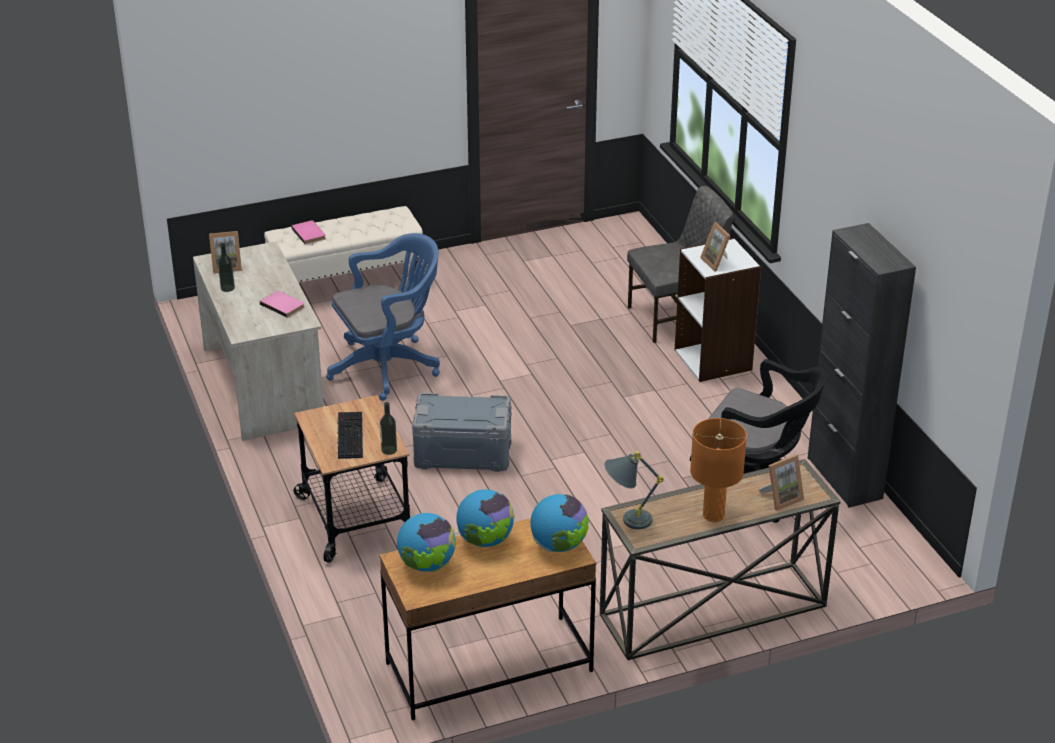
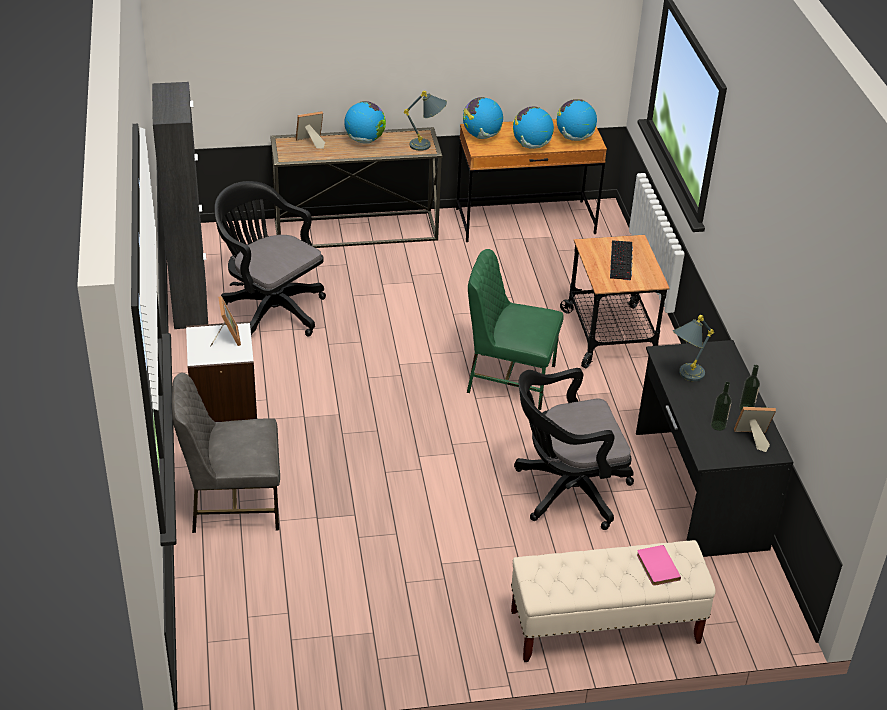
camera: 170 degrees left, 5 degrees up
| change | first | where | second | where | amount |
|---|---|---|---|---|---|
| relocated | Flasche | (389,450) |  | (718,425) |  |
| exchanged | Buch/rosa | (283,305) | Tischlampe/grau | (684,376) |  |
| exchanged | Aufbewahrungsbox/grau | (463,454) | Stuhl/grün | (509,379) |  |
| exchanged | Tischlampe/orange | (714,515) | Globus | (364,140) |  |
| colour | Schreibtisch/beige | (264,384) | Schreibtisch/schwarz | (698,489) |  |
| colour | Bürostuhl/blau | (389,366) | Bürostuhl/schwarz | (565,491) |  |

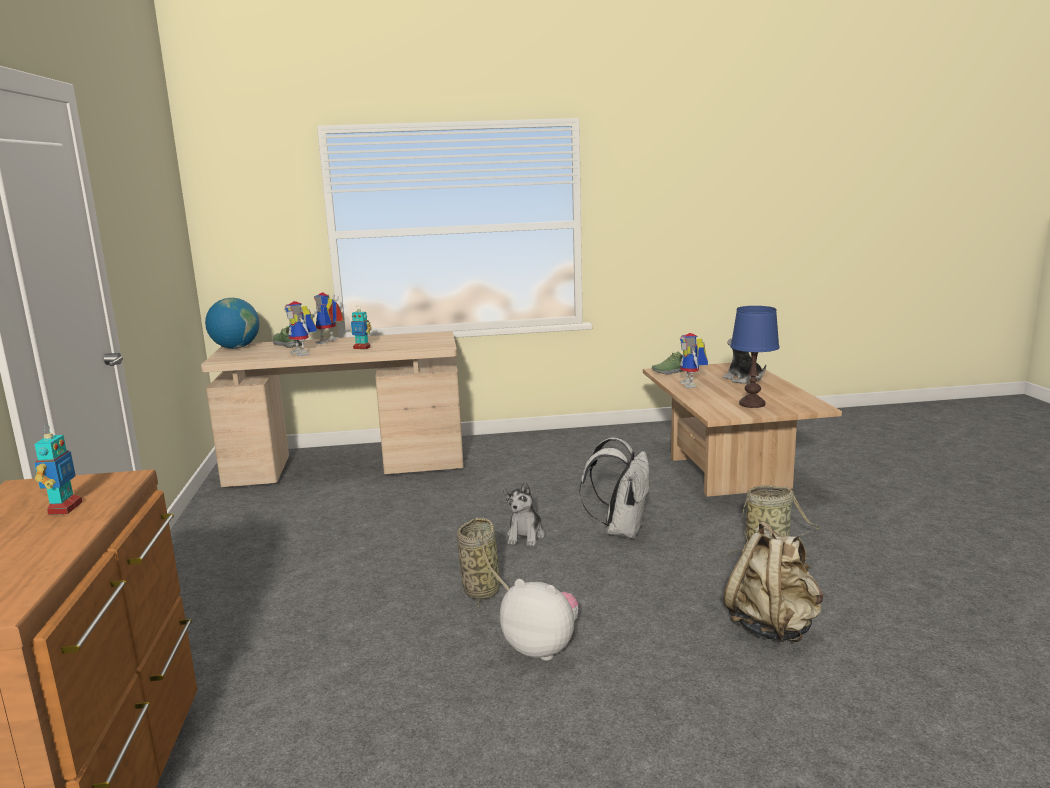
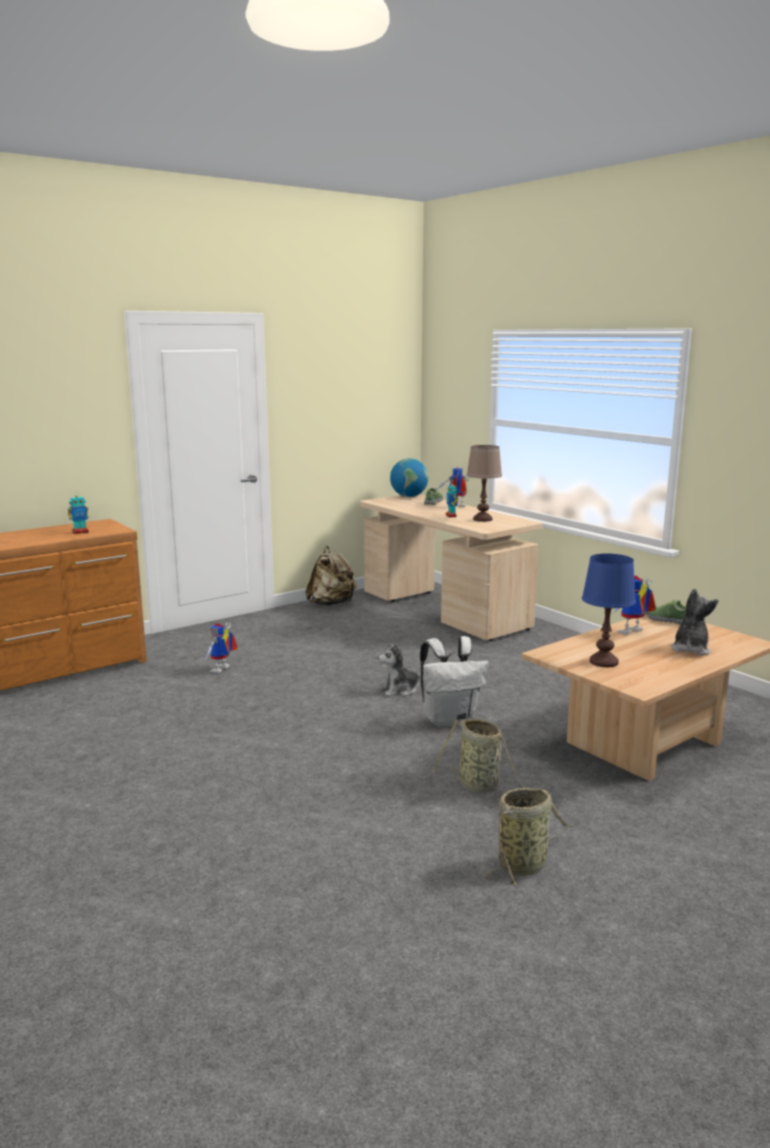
camera: 60 degrees right, 0 degrees up
| change | first | where | second | where | amount |
|---|---|---|---|---|---|
| missing | Plüschtier | (542,648) |  |  |  |
| appeared |  |  | Tischlampe/braun | (483,519) |  |
| relocated | Spielzeugroboter | (303,353) |  | (222,670) |  |
| relocated | Korb | (481,589) |  | (525,864) |  |
| relocated | Rucksack/beige | (773,627) |  | (332,604) |  |

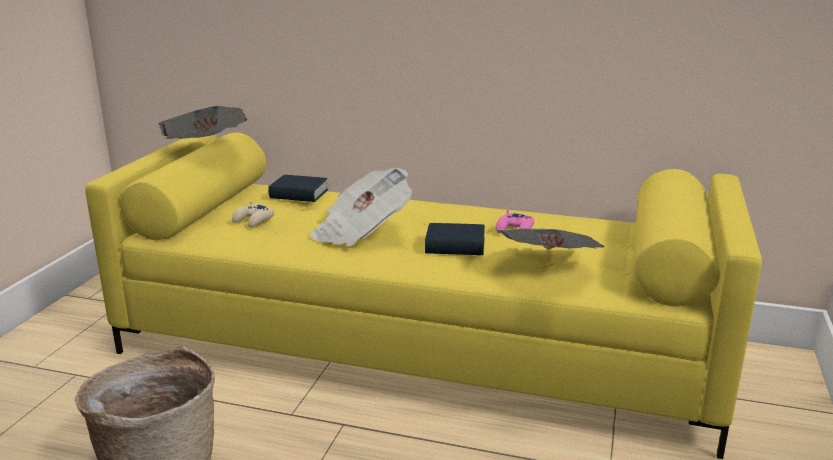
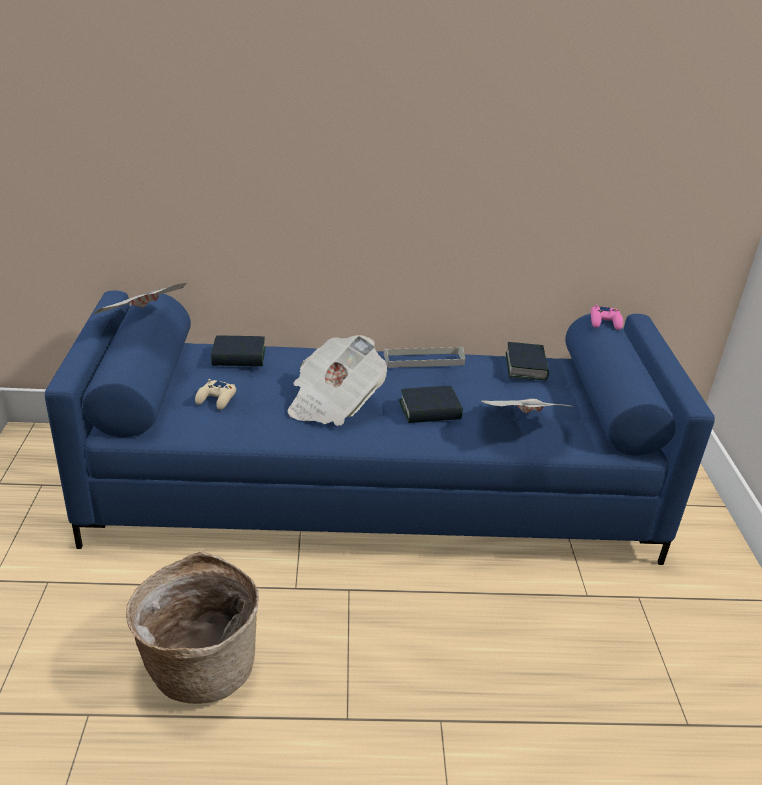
camera: 20 degrees left, 10 degrees up
| change | first | where | second | where | amount |
|---|---|---|---|---|---|
| appeared |  |  | Tablett/grau | (423,360) |  |
| appeared |  |  | Buch | (526,366) |  |
| relocated | Gamepad/rosa | (515,229) |  | (605,322) |  |
| colour | Sofa/gelb | (419,347) | Sofa/blau | (375,493) |  |

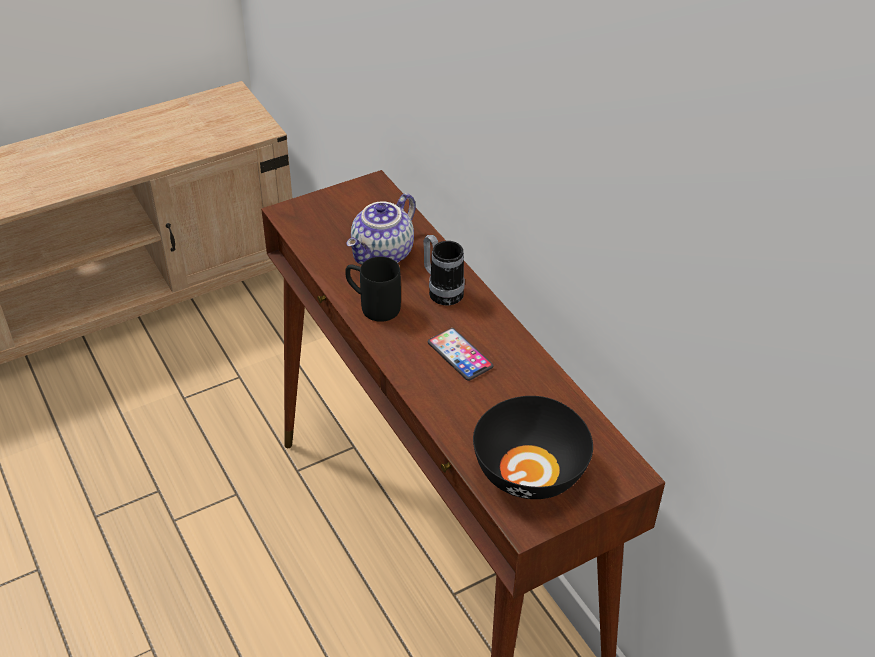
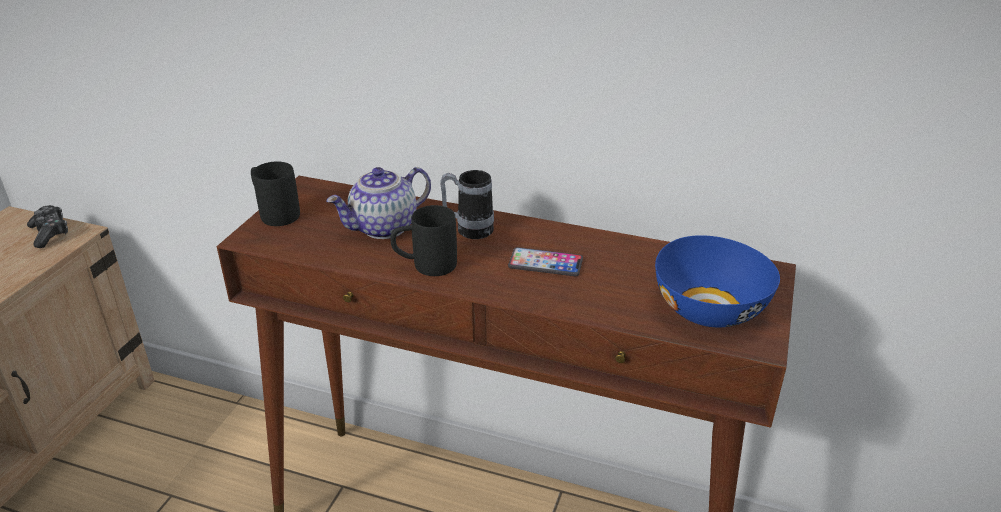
camera: 40 degrees left, 10 degrees down
| change | first | where | second | where | amount |
|---|---|---|---|---|---|
| appeared |  |  | Gamepad | (50,233) |  |
| appeared |  |  | Henkelbecher/schwarz | (274,213) |  |
| colour | Schüssel/schwarz | (530,473) | Schüssel/blau | (711,310) |  |
| spun | Teekanne | (383,255) |  | (384,228) | 60 degrees clockwise |

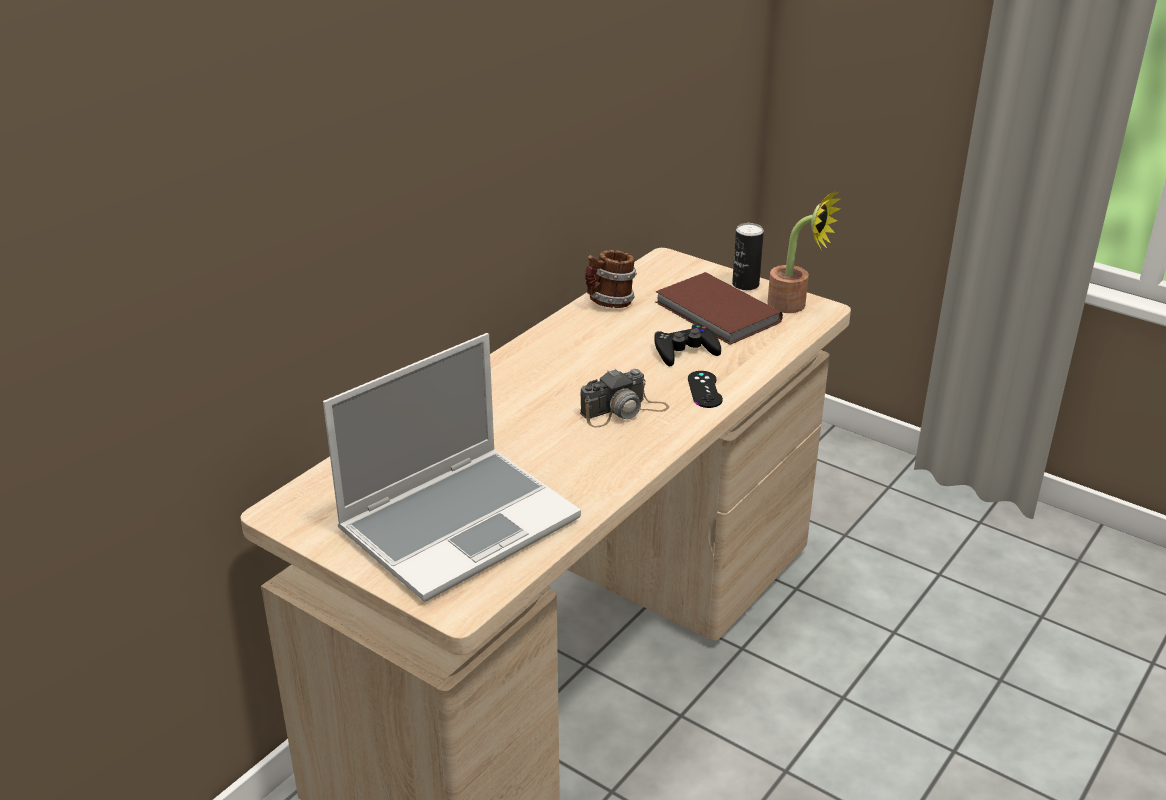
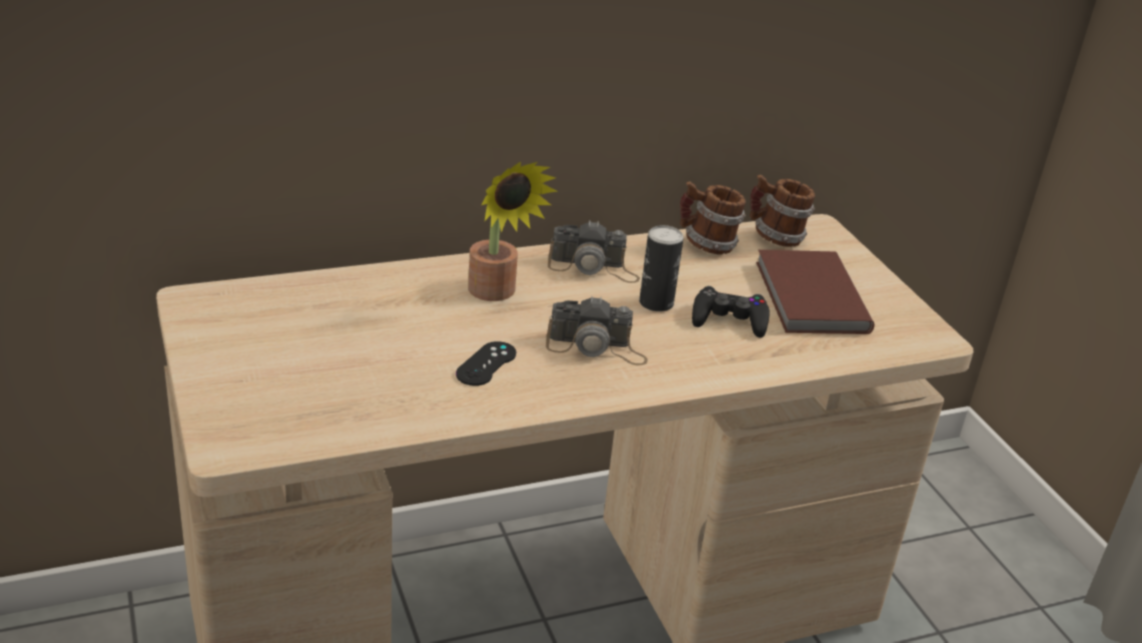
camera: 30 degrees right, 0 degrees up
| change | first | where | second | where | amount |
|---|---|---|---|---|---|
| missing | Laptop | (460,523) |  |  |  |
| appeared |  |  | Kamera | (593,268) |  |
| appeared |  |  | Henkelbecher | (775,238) |  |
| relocated | Gamepad/schwarz | (704,389) |  | (486,364) |  |
| relocated | Dose | (745,284) |  | (656,303) |  |
| relocated | Topfpflanze | (794,306) |  | (496,294) |  |

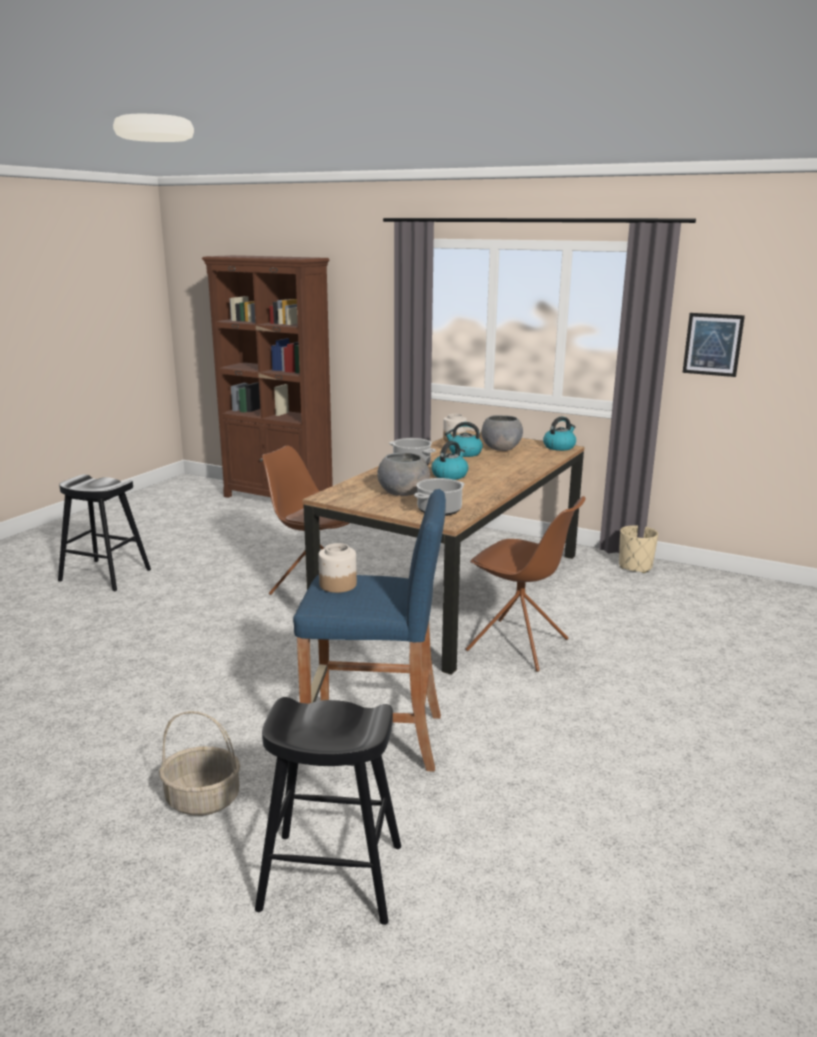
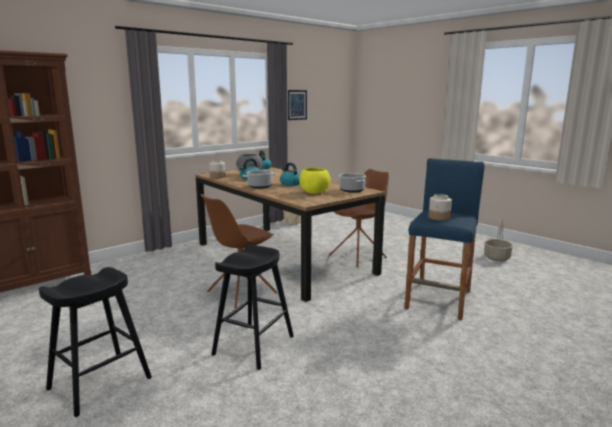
camera: 70 degrees left, 5 degrees down
| change | first | where | second | where | amount |
|---|---|---|---|---|---|
| relocated | Korb | (202,800) |  | (497,258) |  |
| relocated | Hocker/schwarz | (332,877) |  | (254,345) |  |
| colour | Schüssel/grau | (404,493) | Schüssel/gelb | (314,192) |  |

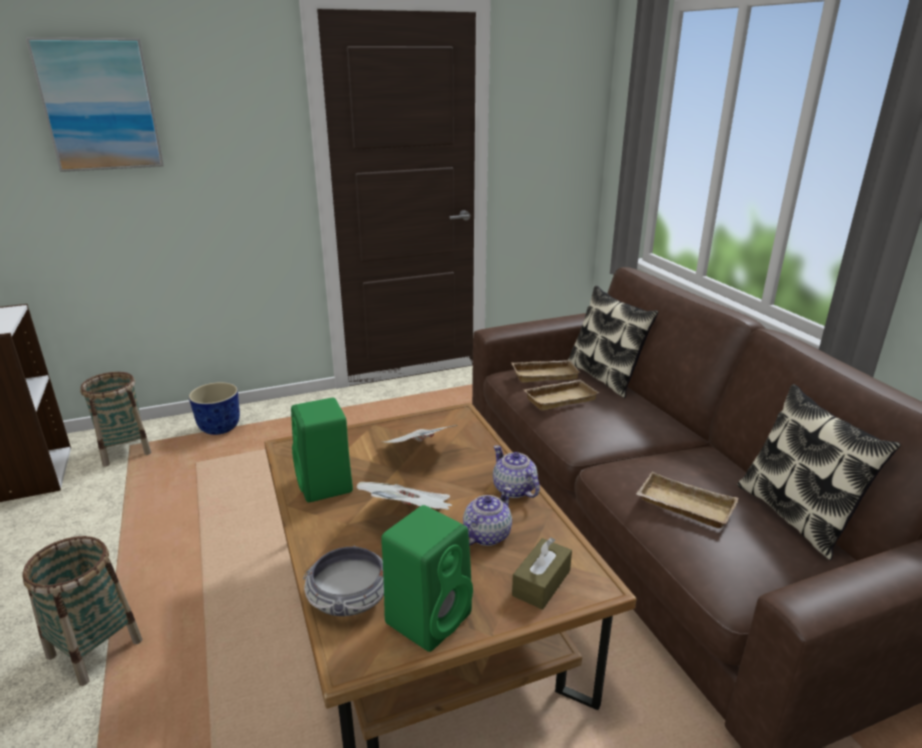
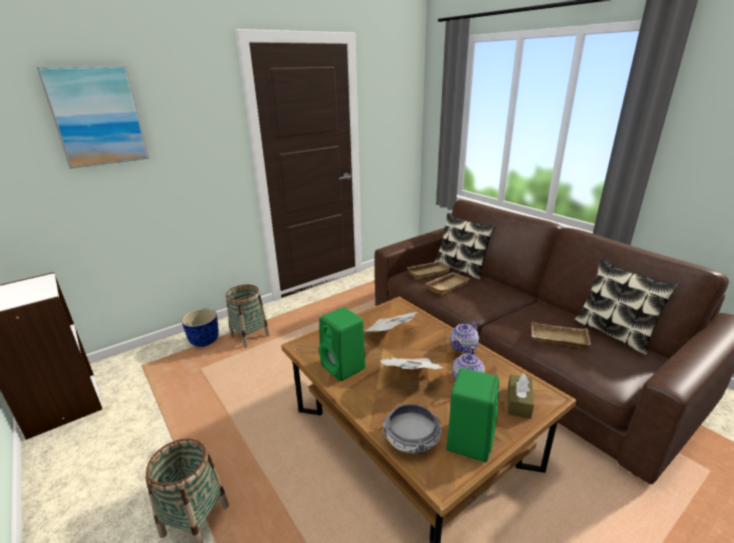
camera: 15 degrees left, 0 degrees up
| change | first | where | second | where | amount |
|---|---|---|---|---|---|
| relocated | Korb | (125,450) |  | (250,336) |  |
| spun | Teekanne | (514,489) |  | (464,347) | 90 degrees counterclockwise |

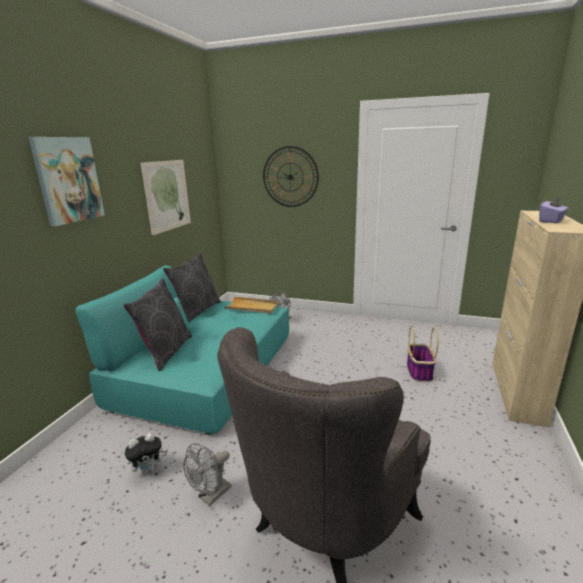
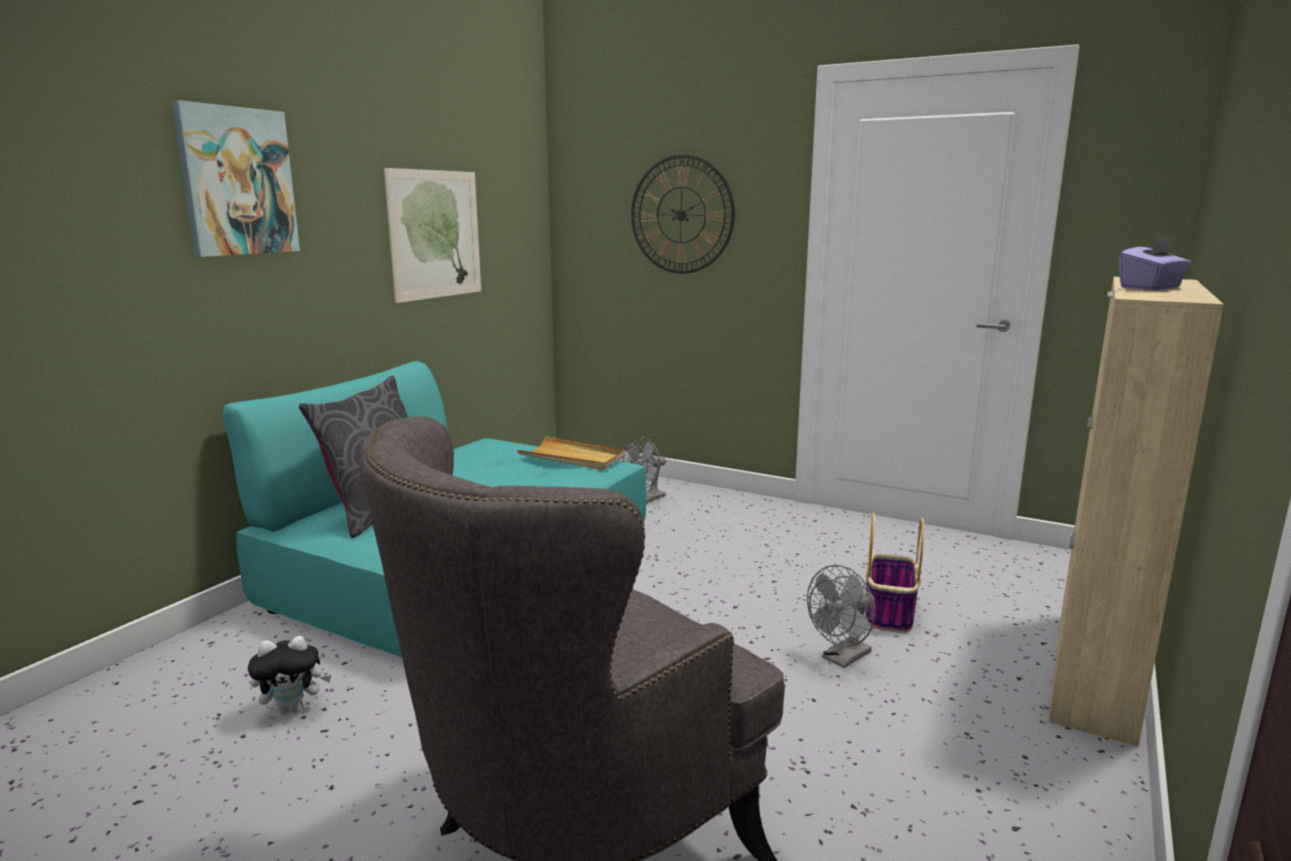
camera: 10 degrees right, 5 degrees down
| change | first | where | second | where | amount |
|---|---|---|---|---|---|
| missing | Kissen/grau | (197,311) |  |  |  |
| relocated | Ventilator/grau | (211,496) |  | (842,658) |  |

